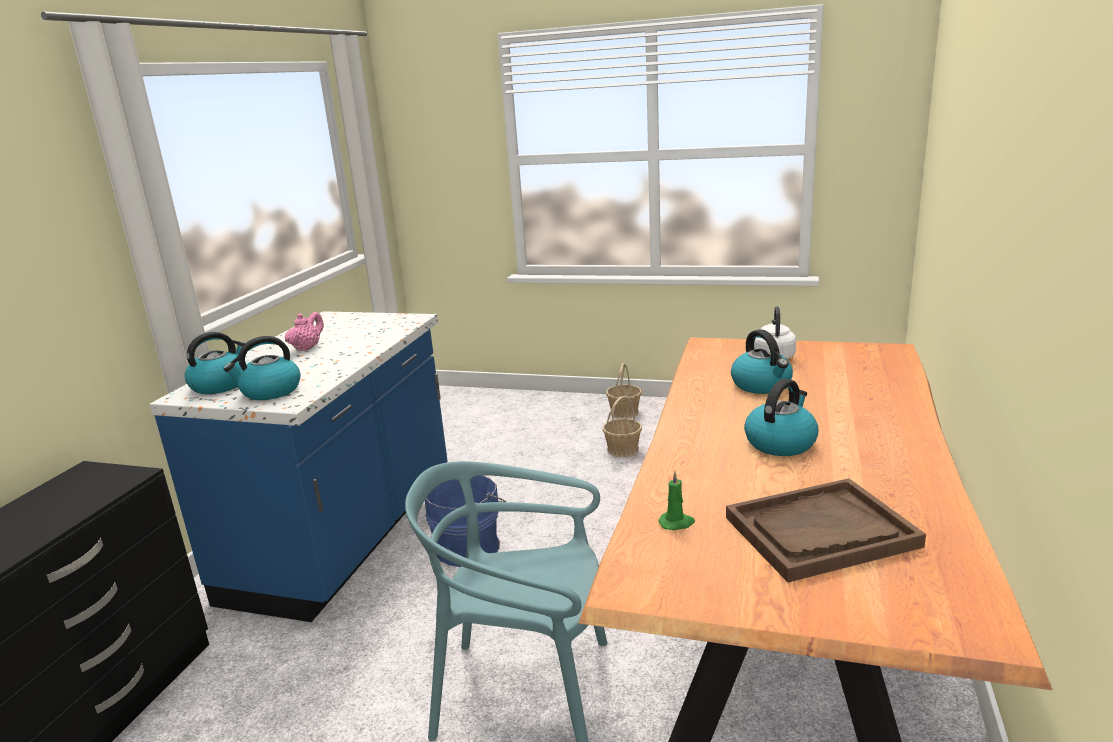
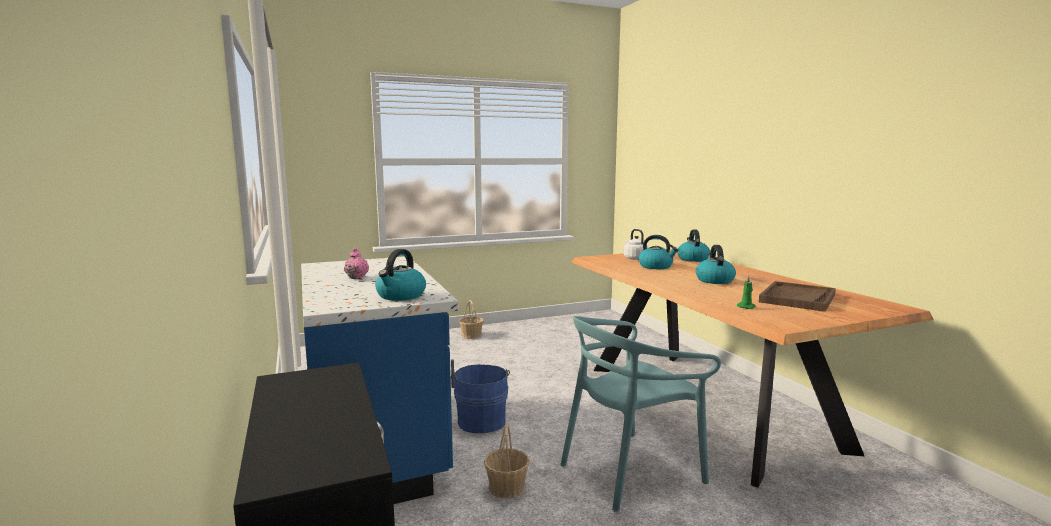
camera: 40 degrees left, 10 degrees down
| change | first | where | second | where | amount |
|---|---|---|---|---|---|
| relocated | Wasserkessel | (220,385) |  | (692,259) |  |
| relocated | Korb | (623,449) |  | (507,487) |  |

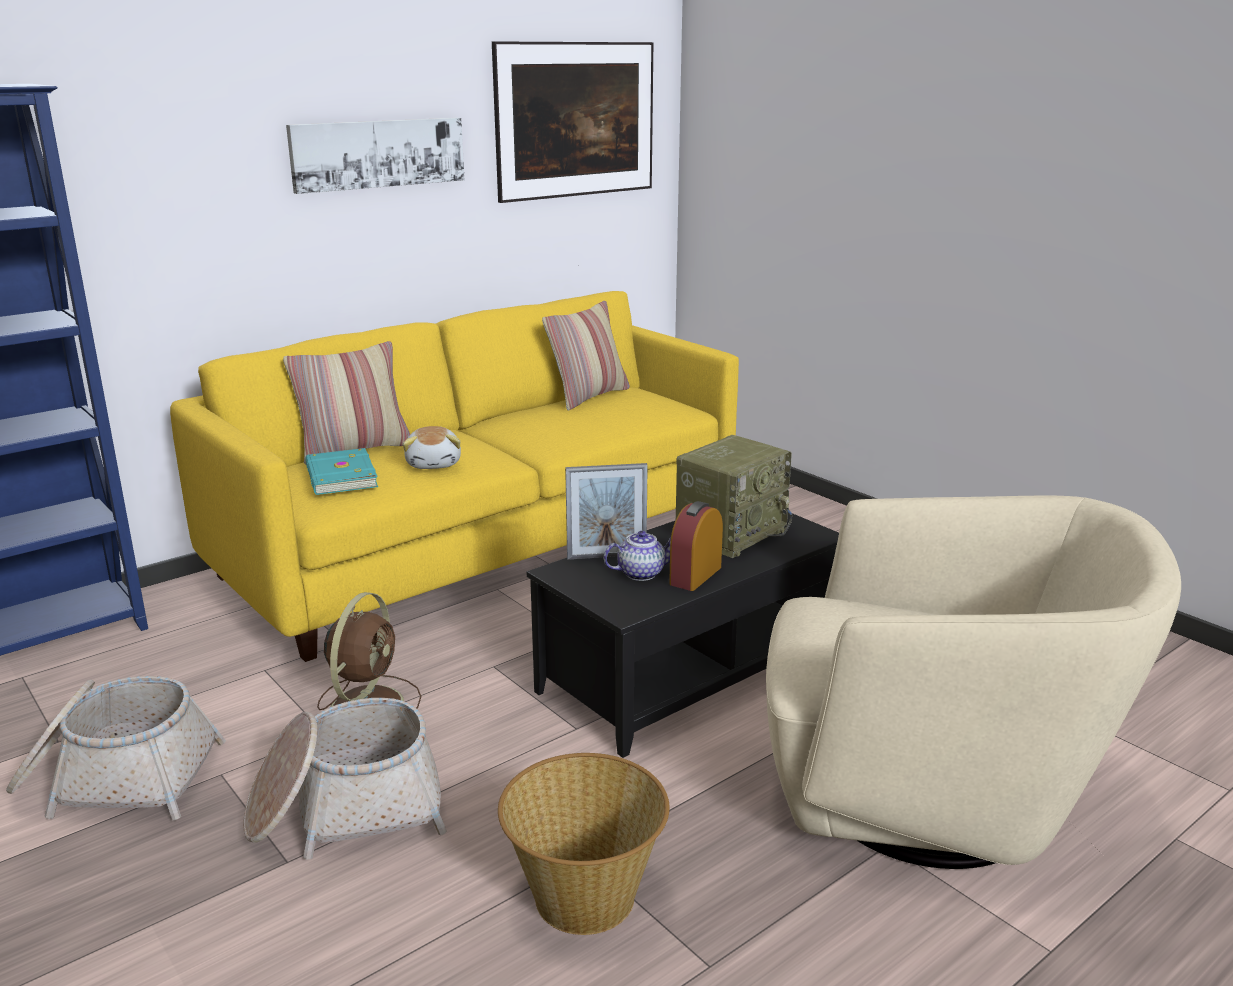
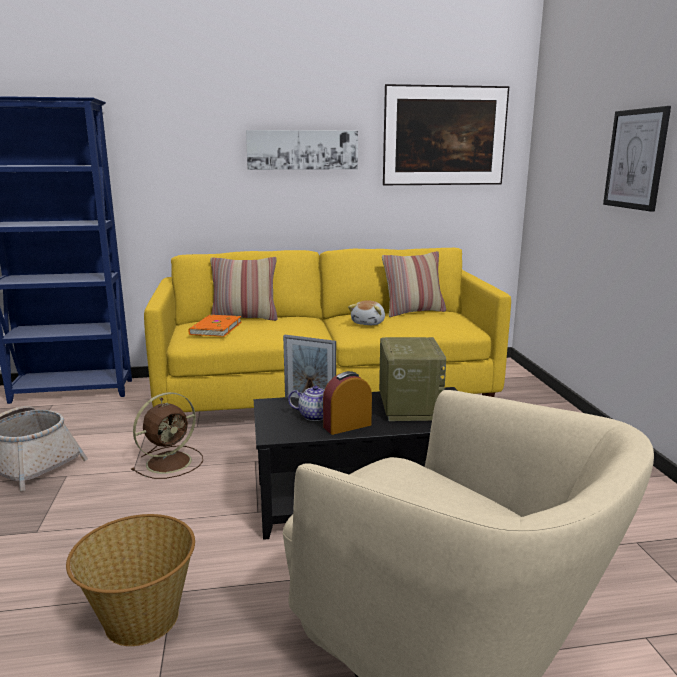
camera: 30 degrees right, 5 degrees down
| change | first | where | second | where | amount |
|---|---|---|---|---|---|
| missing | Korb | (346,808) |  |  |  |
| appeared |  |  | Bild | (636,159) |  |
| relocated | Plüschtier | (434,463) |  | (369,323) |  |
| colour | Buch/türkis | (339,476) | Buch/orange | (215,328) |  |
| spun | Radio | (731,533) |  | (408,406) | 75 degrees counterclockwise |

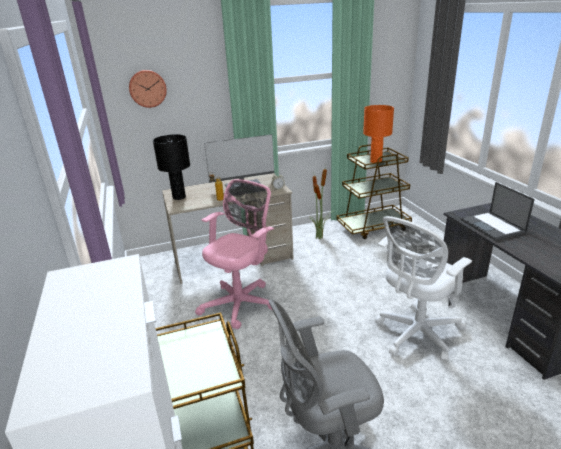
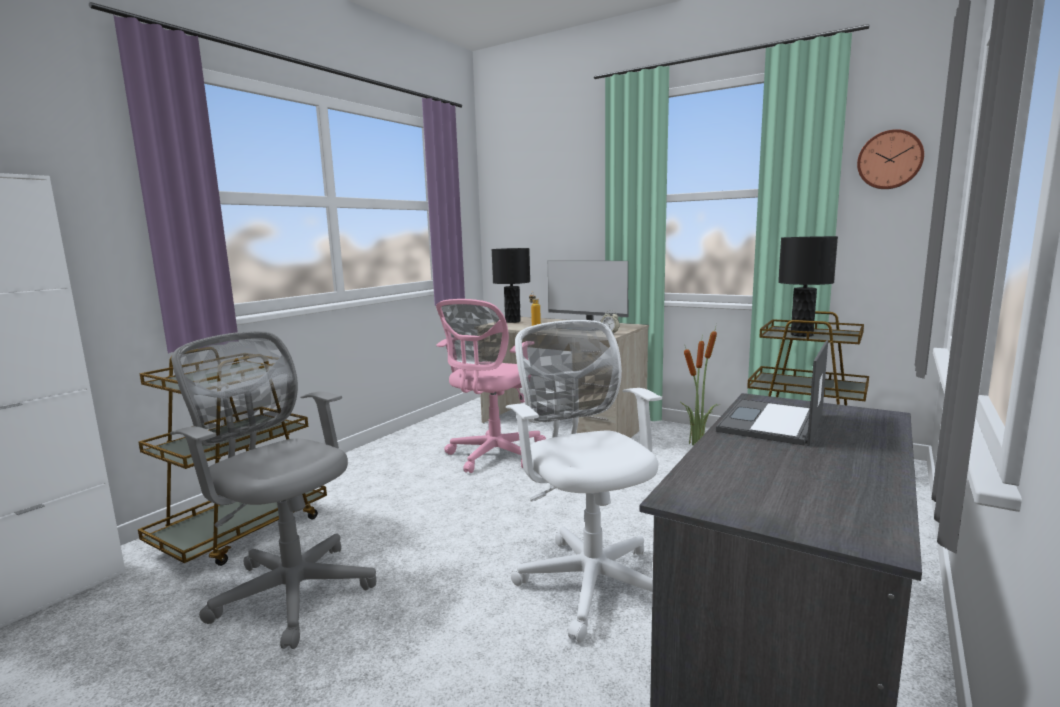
camera: 50 degrees right, 15 degrees down
| change | first | where | second | where | amount |
|---|---|---|---|---|---|
| relocated | Wanduhr | (147,88) |  | (889,160) |  |
| colour | Tischlampe/orange | (376,161) | Tischlampe/schwarz | (802,334) |  |
| spun | Bürostuhl/rosa | (241,303) |  | (493,455) | 120 degrees clockwise |
| spun | Bürostuhl/weiß | (415,335) |  | (589,578) | 60 degrees clockwise |

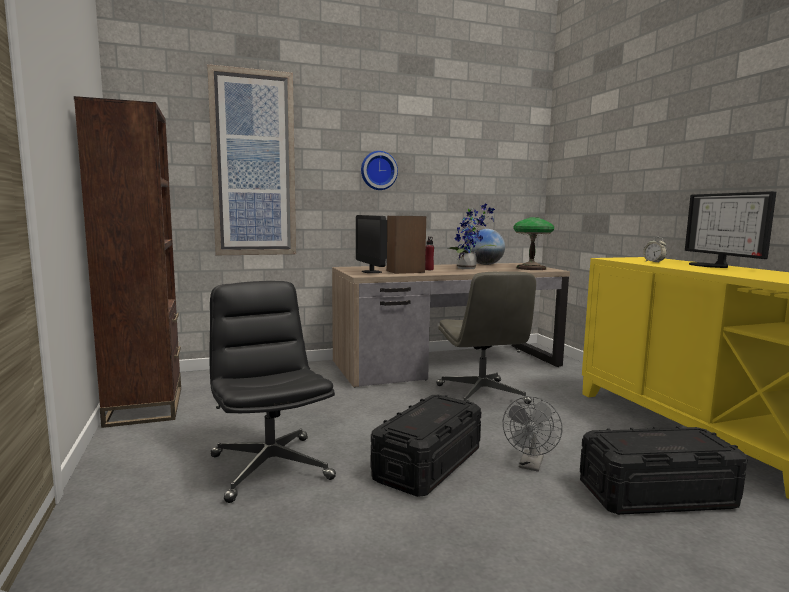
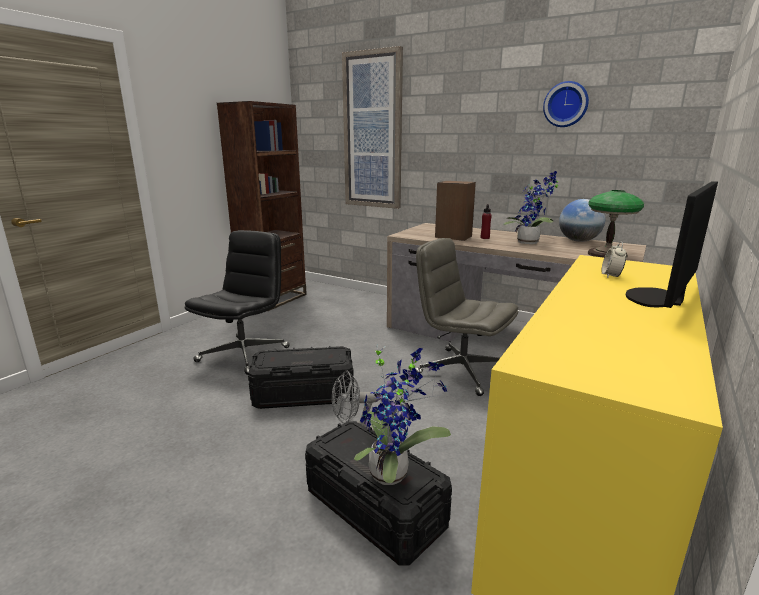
camera: 50 degrees right, 10 degrees up
| change | first | where | second | where | amount |
|---|---|---|---|---|---|
| missing | Monitor | (371,272) |  |  |  |
| appeared |  |  | Topfpflanze | (393,472) |  |
| relocated | Wanduhr | (378,170) |  | (566,104) |  |
| spun | Bürostuhl/grau | (482,395) |  | (461,370) | 90 degrees clockwise |

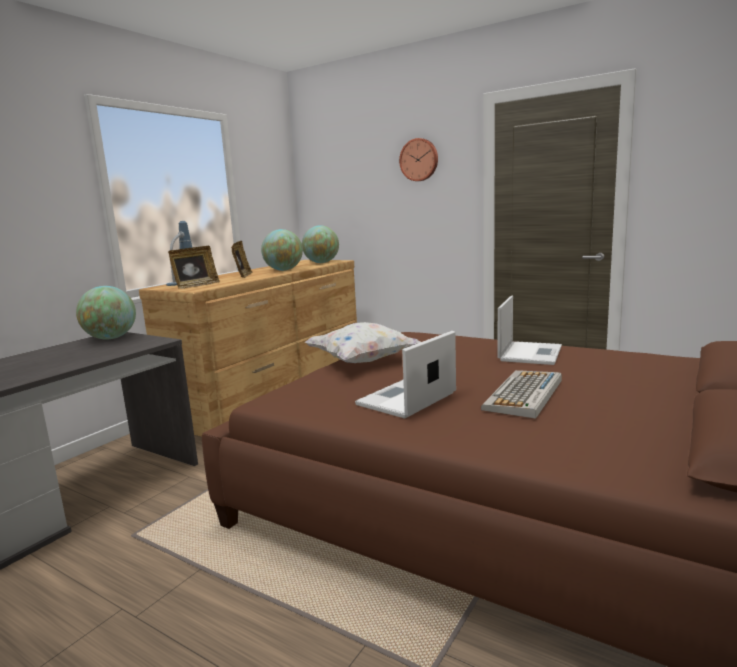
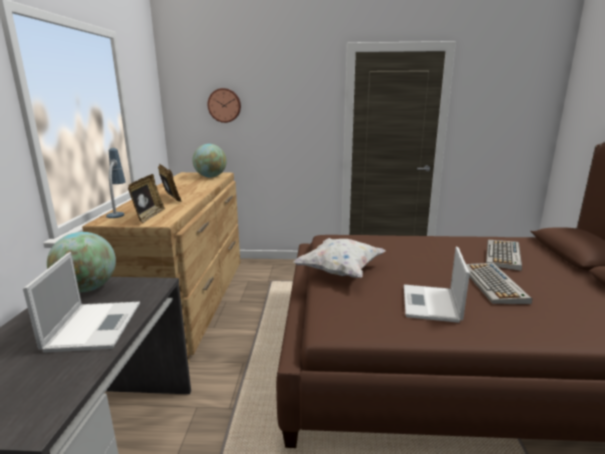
camera: 30 degrees left, 5 degrees up
| change | first | where | second | where | amount |
|---|---|---|---|---|---|
| missing | Globus | (283,270) |  |  |  |
| appeared |  |  | Tastatur | (503,255) |  |
| relocated | Wanduhr | (419,160) |  | (224,105) |  |
| relocated | Laptop | (530,353) |  | (94,325) |  |

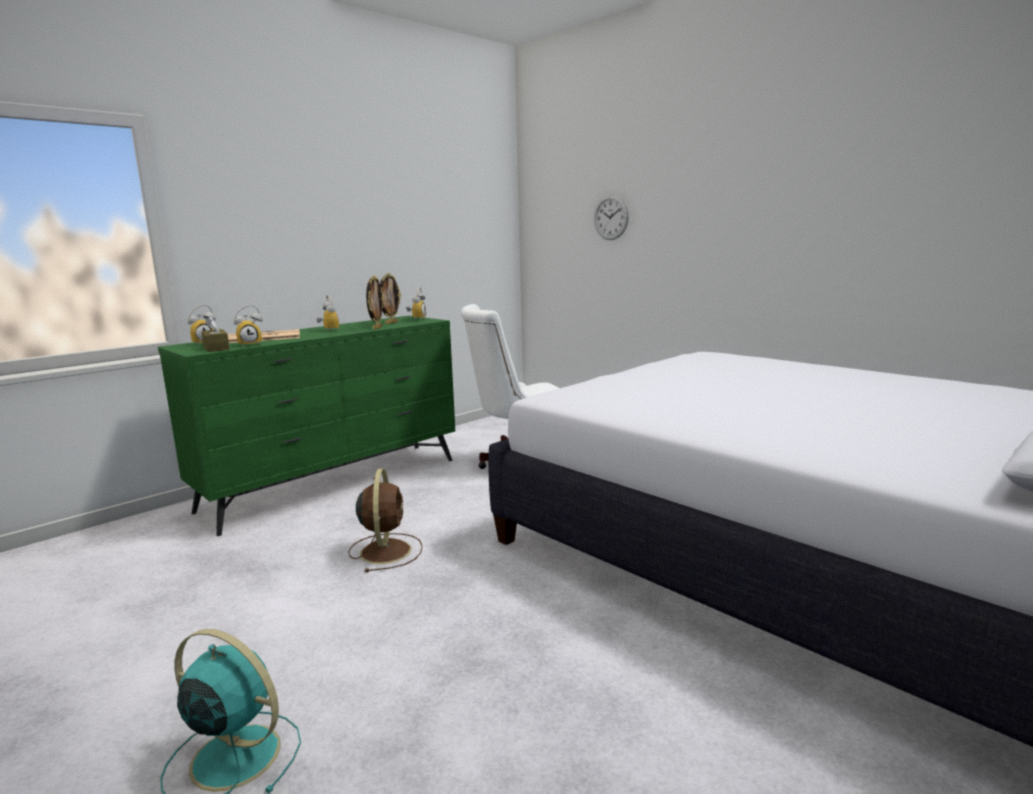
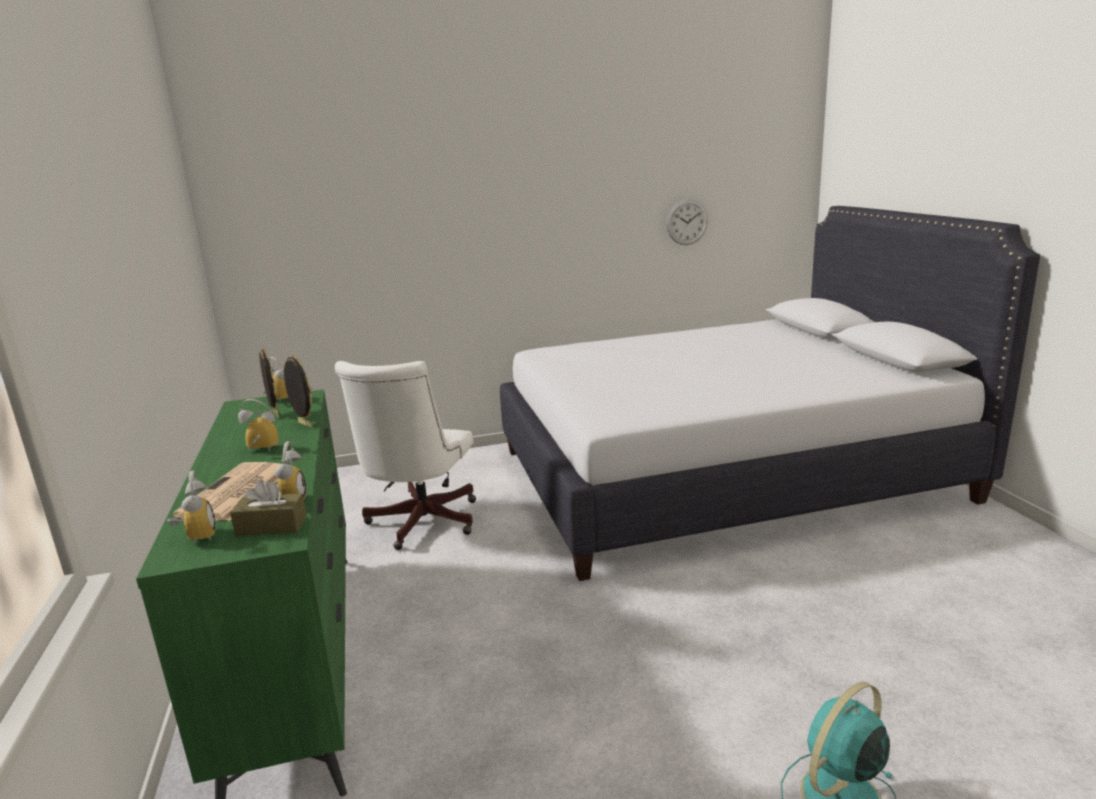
camera: 60 degrees left, 5 degrees up
| change | first | where | second | where | amount |
|---|---|---|---|---|---|
| missing | Ventilator/braun | (386,550) |  |  |  |
| relocated | Wanduhr | (611,217) |  | (687,222) |  |

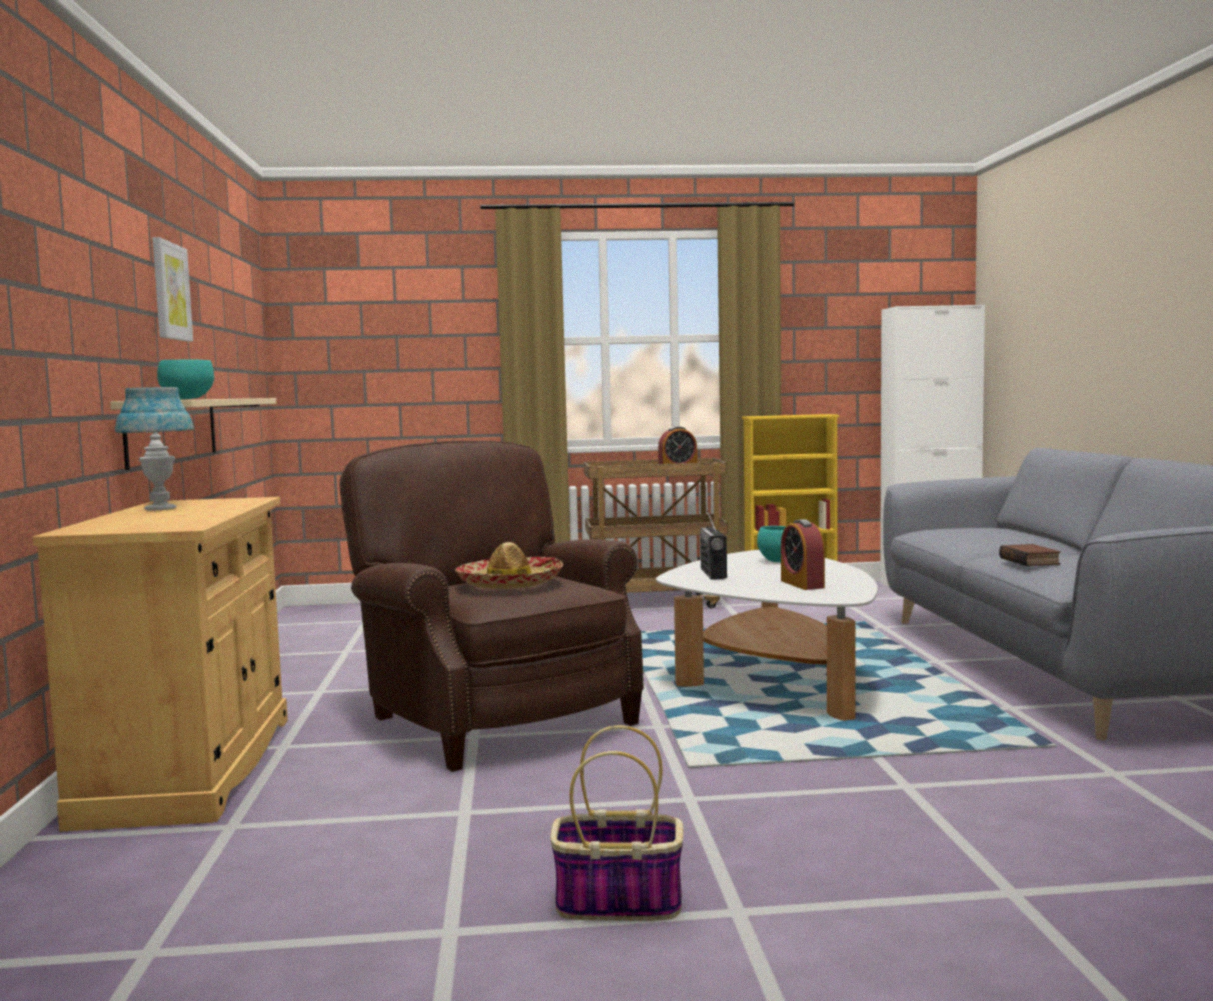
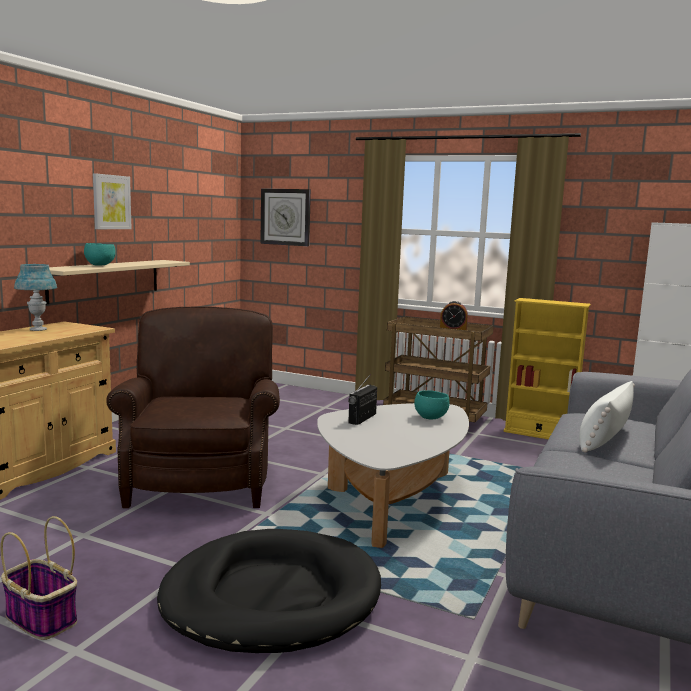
camera: 30 degrees right, 5 degrees up
| change | first | where | second | where | amount |
|---|---|---|---|---|---|
| missing | Hut | (510,584) |  |  |  |
| missing | Wecker | (802,584) |  |  |  |
| missing | Buch | (1031,561) |  |  |  |
| appeared |  |  | Hundebett/schwarz | (271,597) |  |
| appeared |  |  | Wanduhr | (285,217) |  |
| appeared |  |  | Kissen/weiß | (604,438) |  |

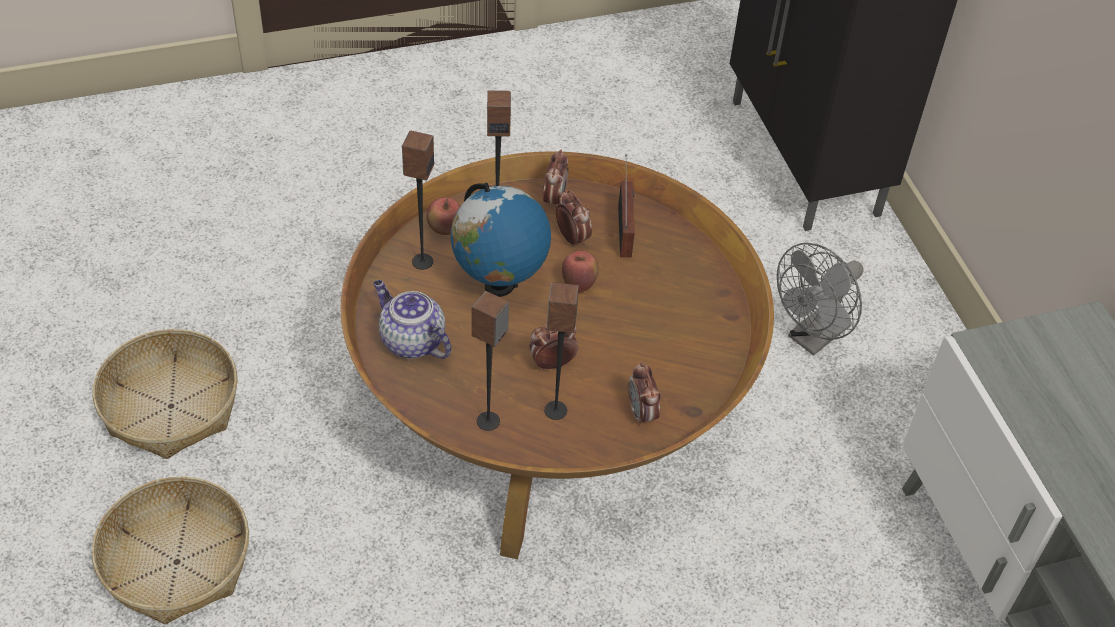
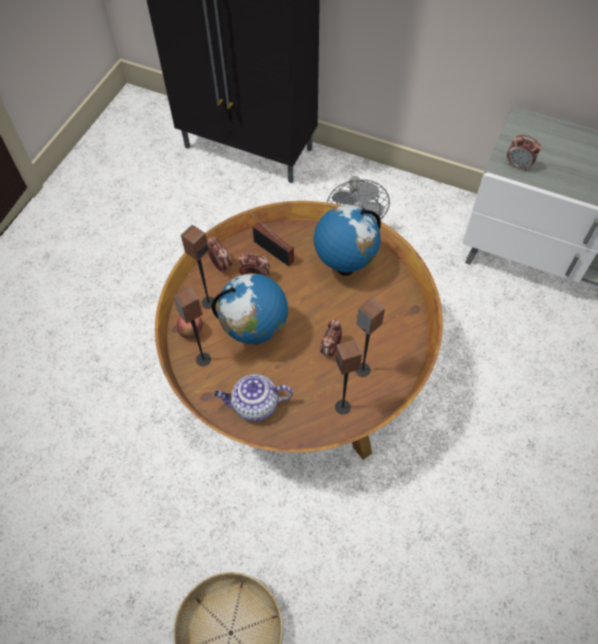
camera: 45 degrees left, 10 degrees up
| change | first | where | second | where | amount |
|---|---|---|---|---|---|
| missing | Korb | (170,406) |  |  |  |
| missing | Apfel | (579,284) |  |  |  |
| appeared |  |  | Globus | (344,266) |  |
| relocated | Wecker | (642,413) |  | (518,165) |  |

